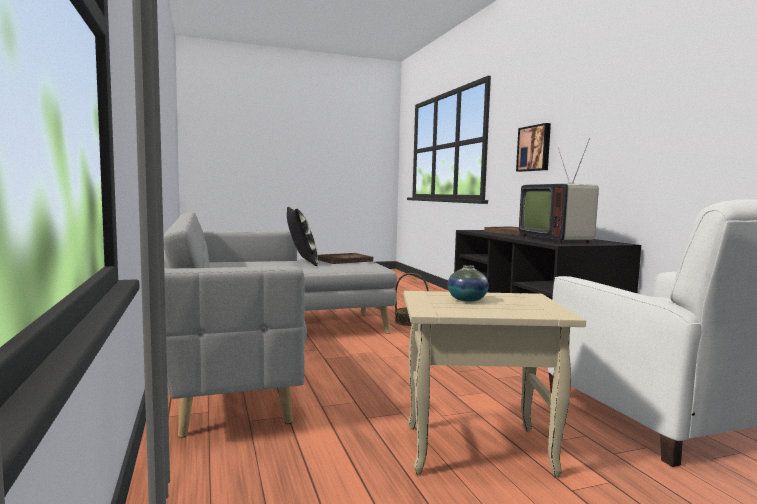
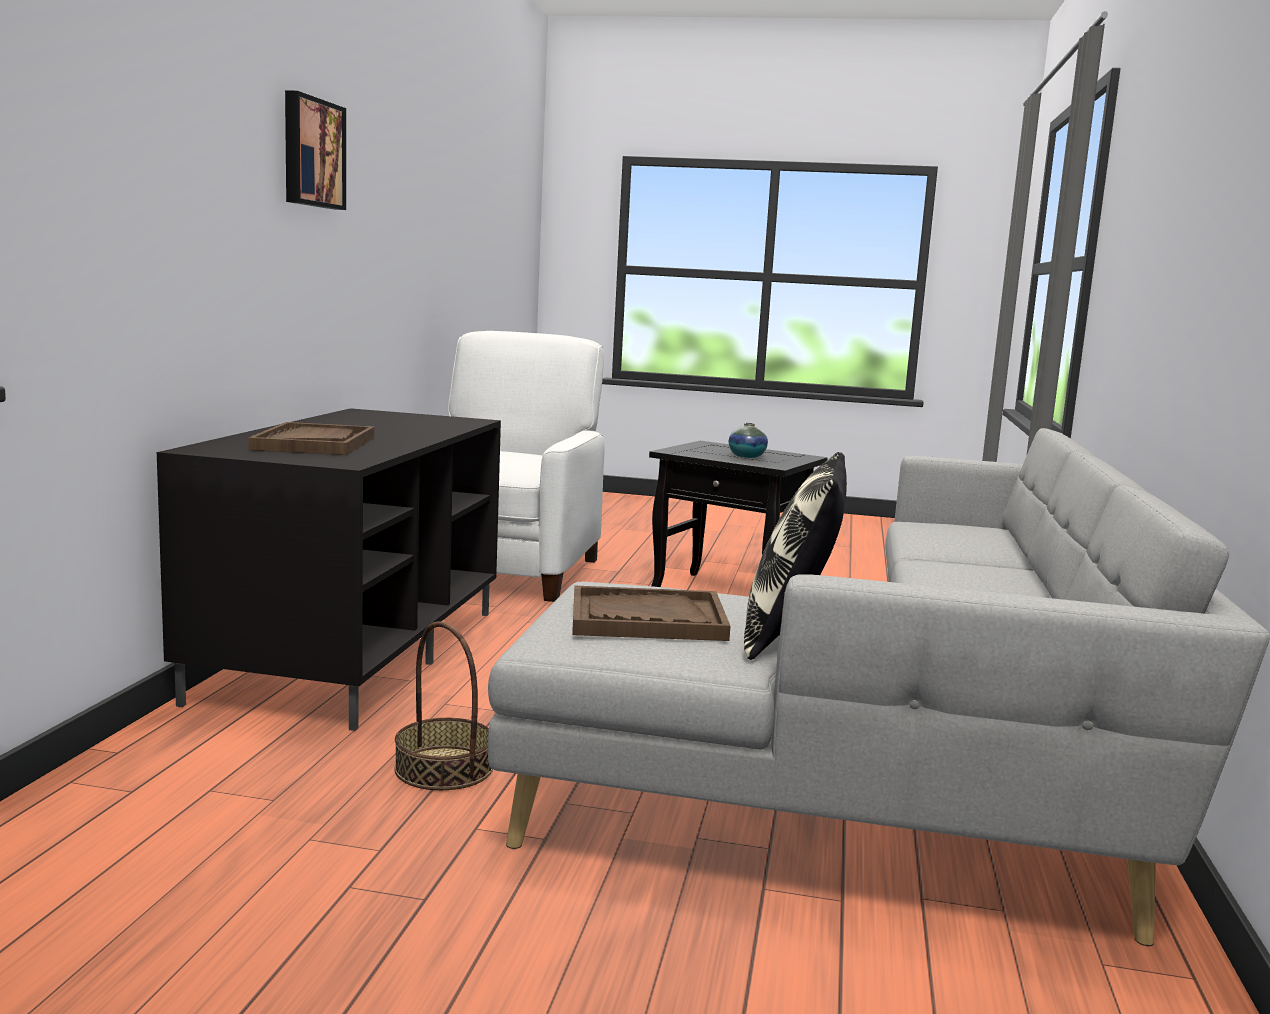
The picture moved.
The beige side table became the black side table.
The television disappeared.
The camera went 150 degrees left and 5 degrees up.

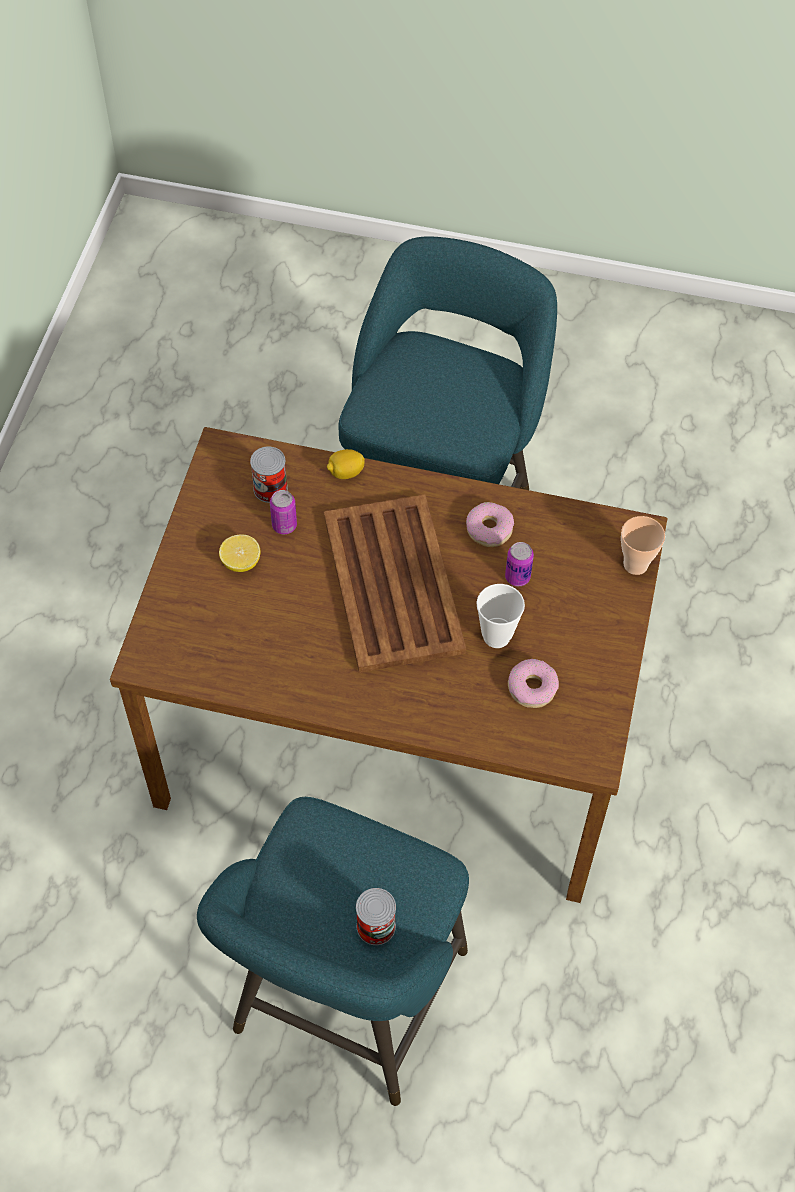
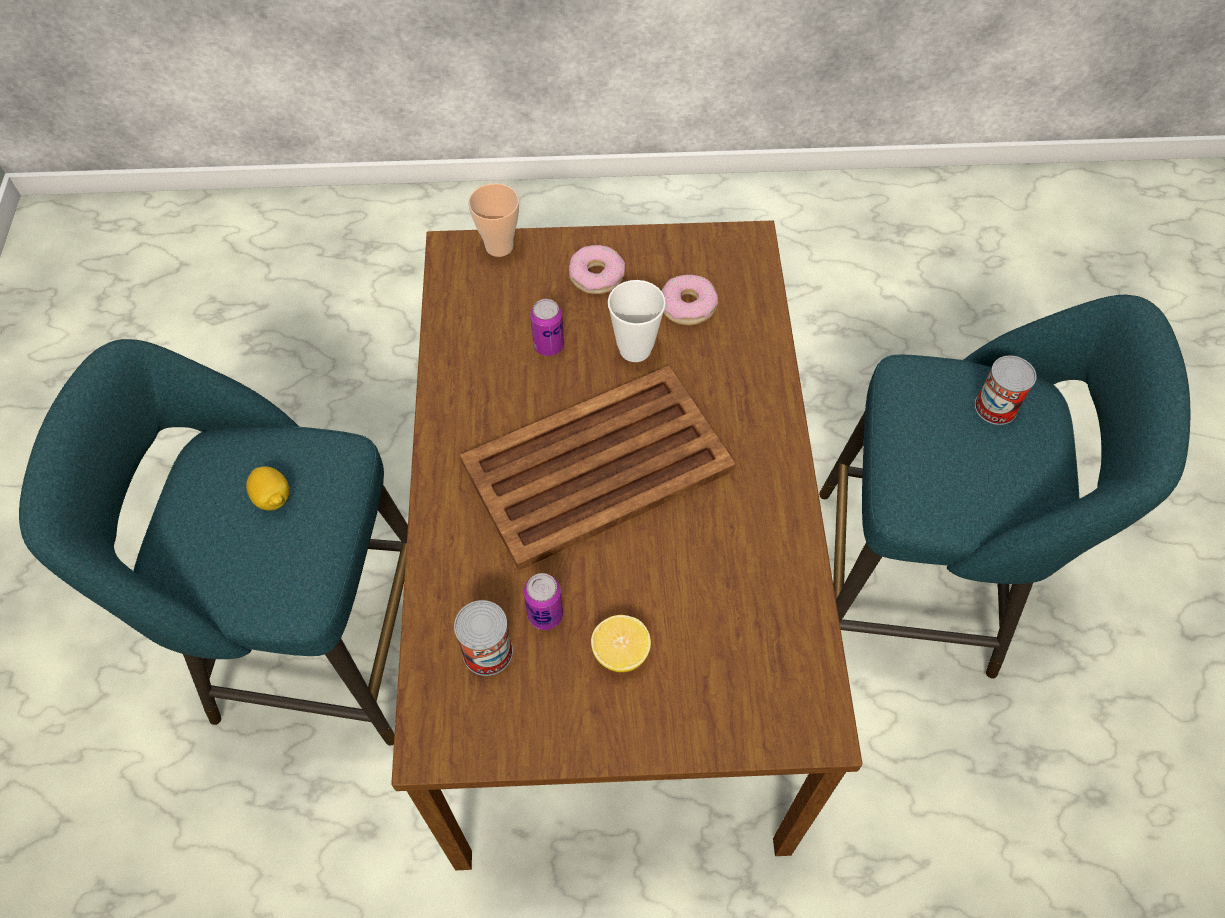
The lemon (2nd from left in the first image) moved.
The donut (1st from left) moved.
The camera went 105 degrees left and 0 degrees up.

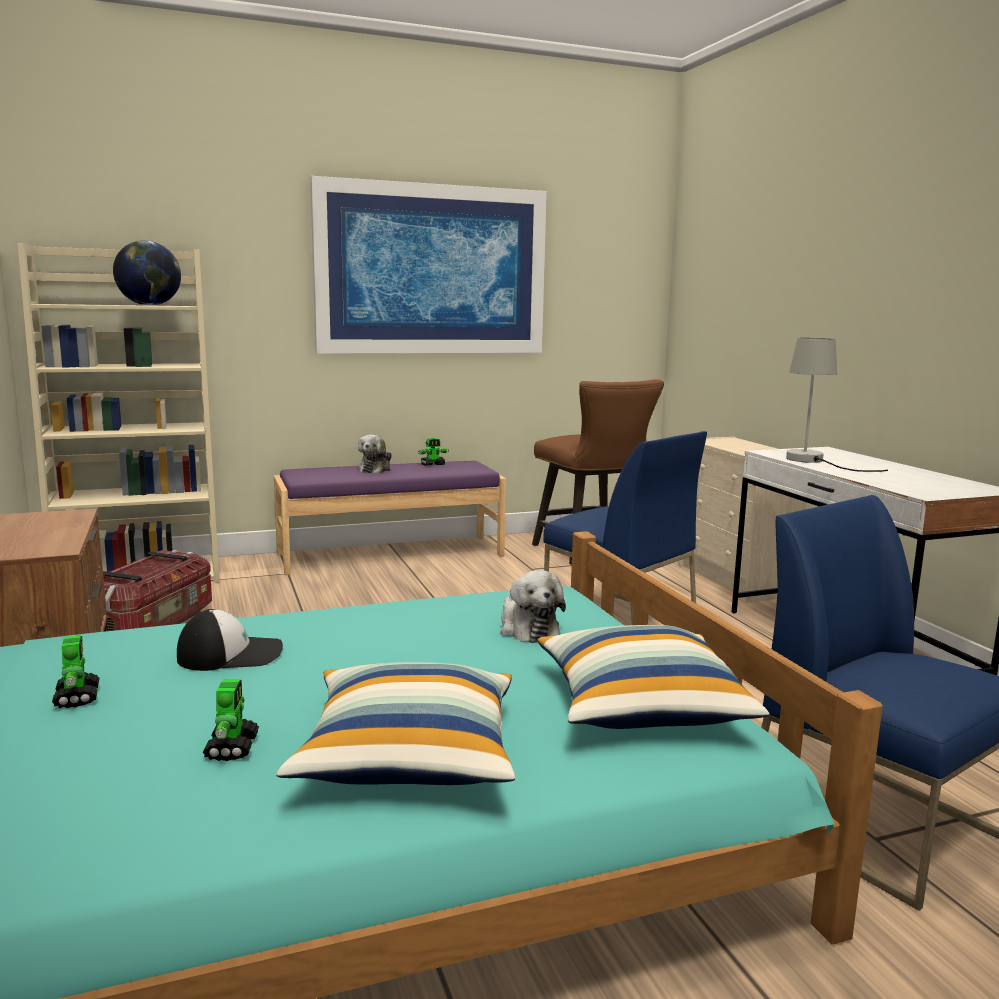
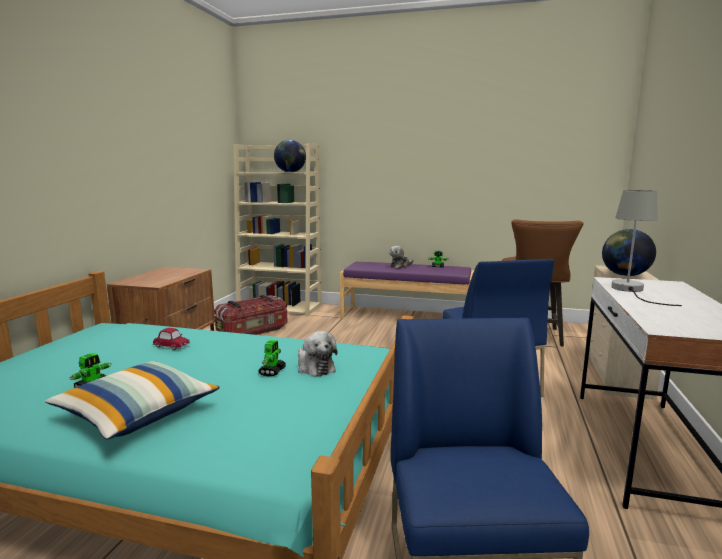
The cap was replaced by the toy car.
The toy robot (1st from left in the first image) moved.
The plush toy (2nd from left in the first image) turned 45 degrees counterclockwise.
The globe (2nd from left) appeared.
The picture disappeared.
The pillow (2nd from left) disappeared.
The camera went 35 degrees right and 0 degrees up.

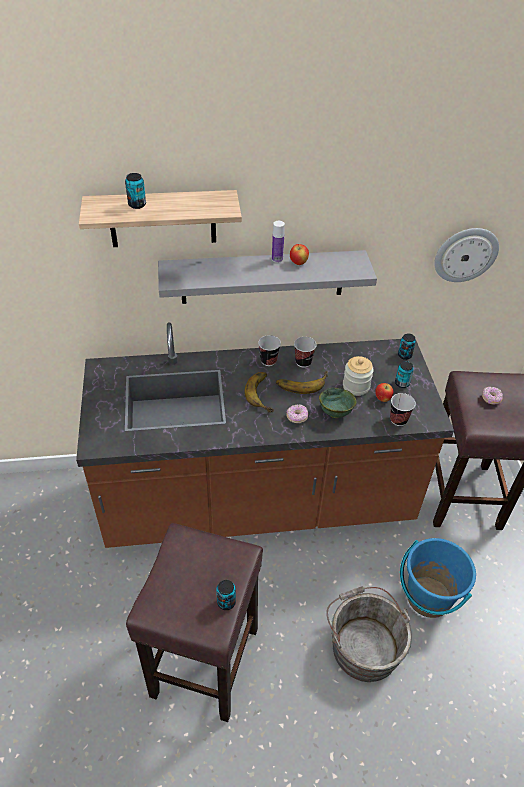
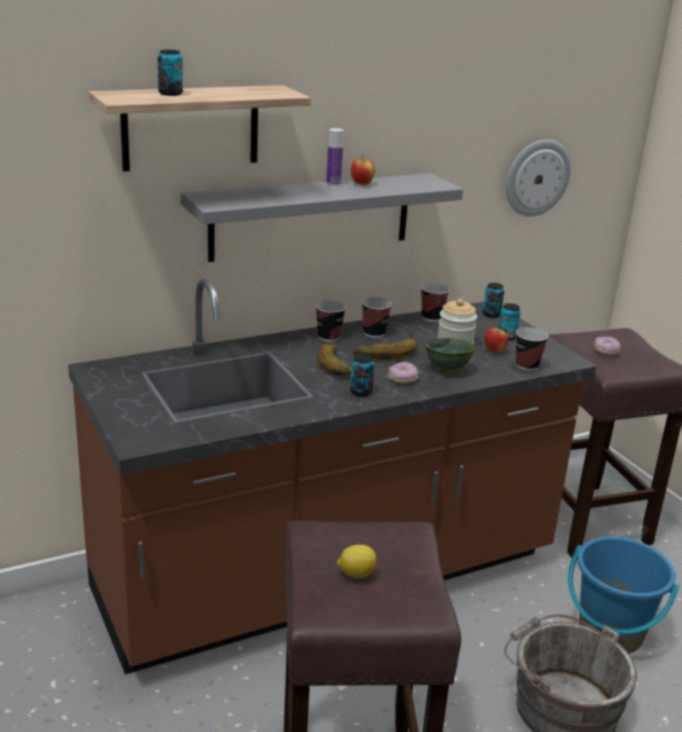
The lemon appeared.
The can (2nd from left) moved.
The cup (3rd from left) appeared.
The camera went 20 degrees left and 20 degrees down.

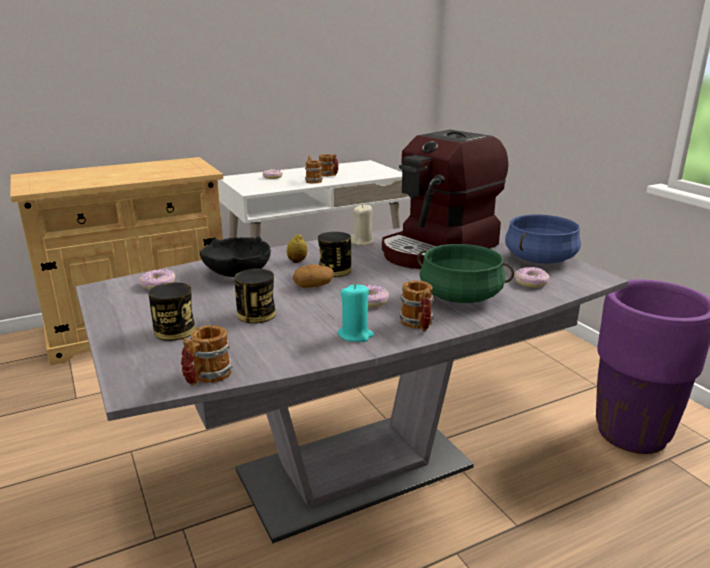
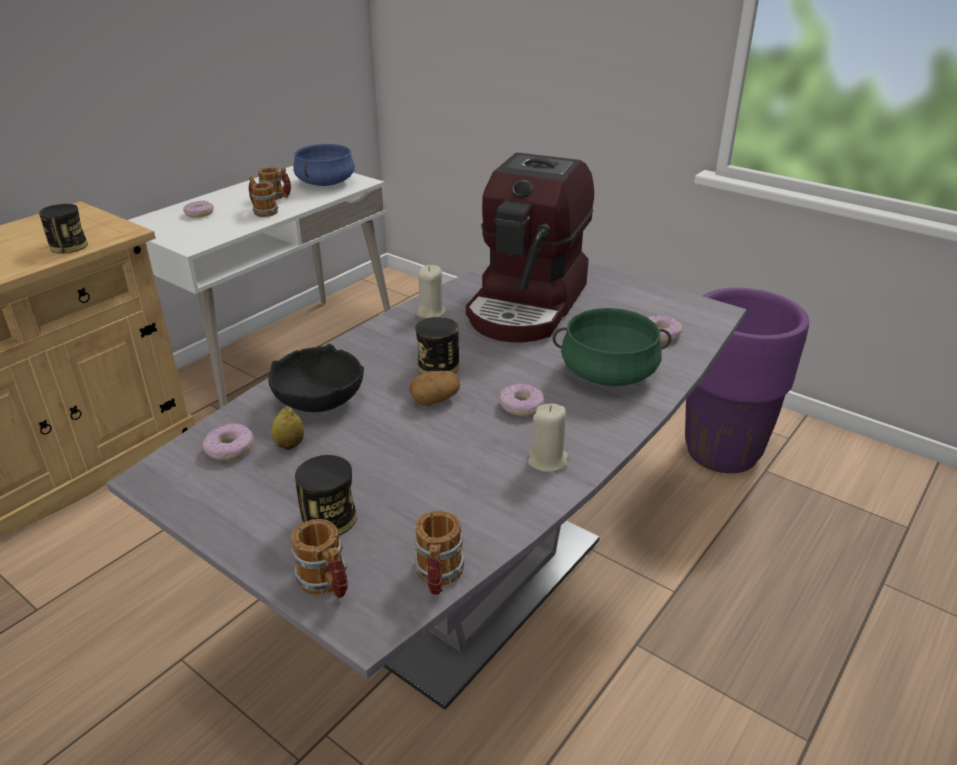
The can (2nd from left in the first image) moved.
The lemon moved.
The mug (4th from left in the first image) moved.
The blue cooking pot moved.
The turquoise candle became the beige candle (2nd from left).
The camera went 25 degrees left and 10 degrees up.

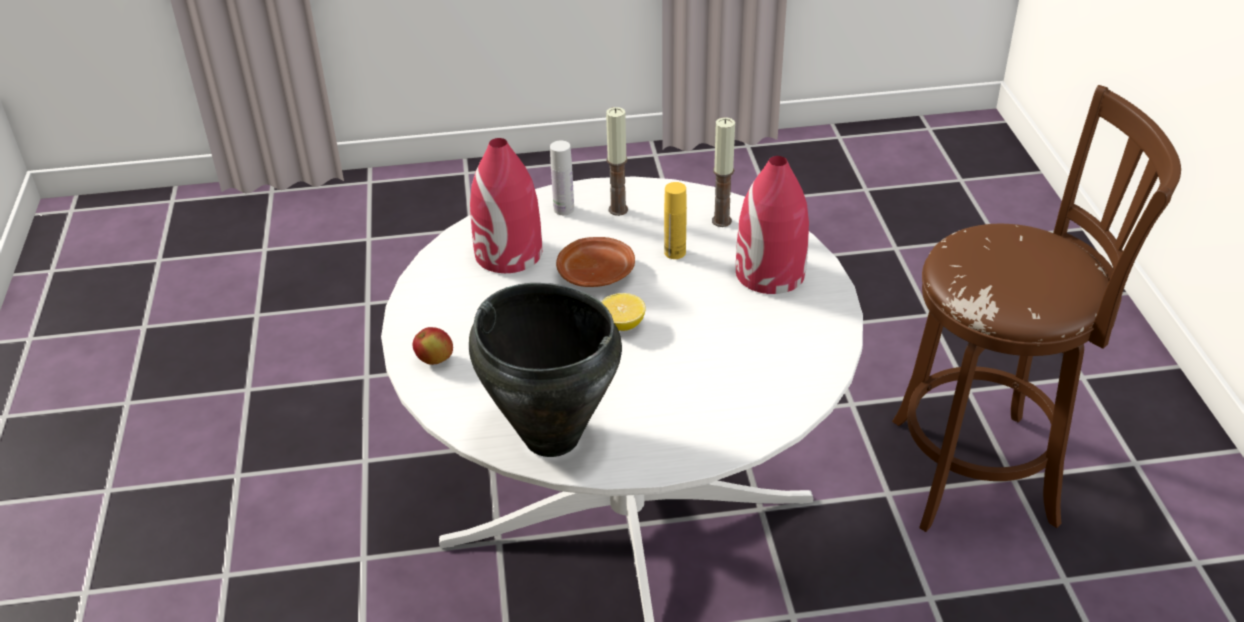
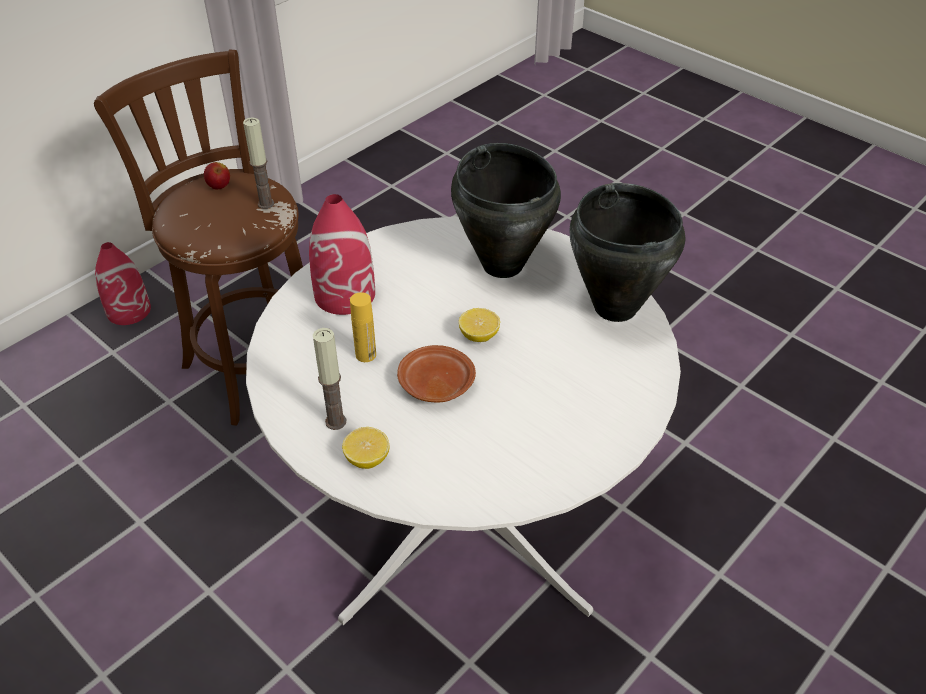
The red vase (1st from left) moved.
The apple moved.
The candle (2nd from left in the first image) moved.
The white bottle was replaced by the lemon (1st from left).
The black cooking pot (1st from left) appeared.
The camera went 130 degrees left and 5 degrees up.

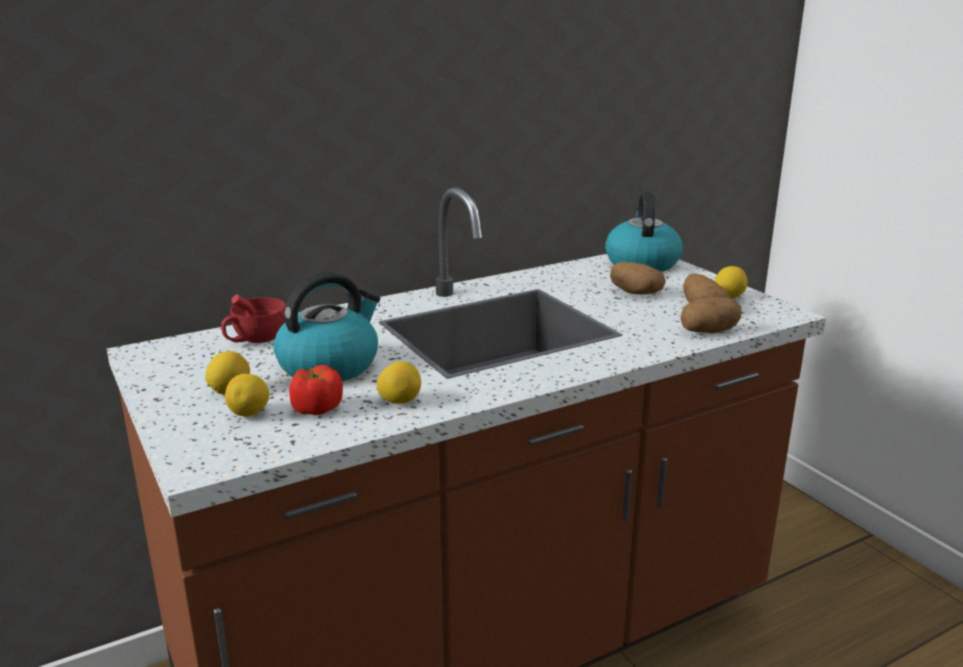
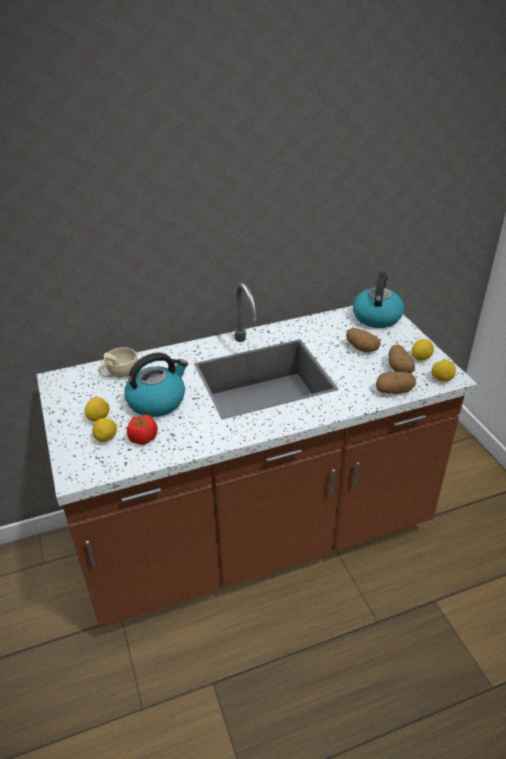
The red cup became the beige cup.
The lemon (3rd from left in the first image) moved.
The camera went 10 degrees right and 15 degrees up.

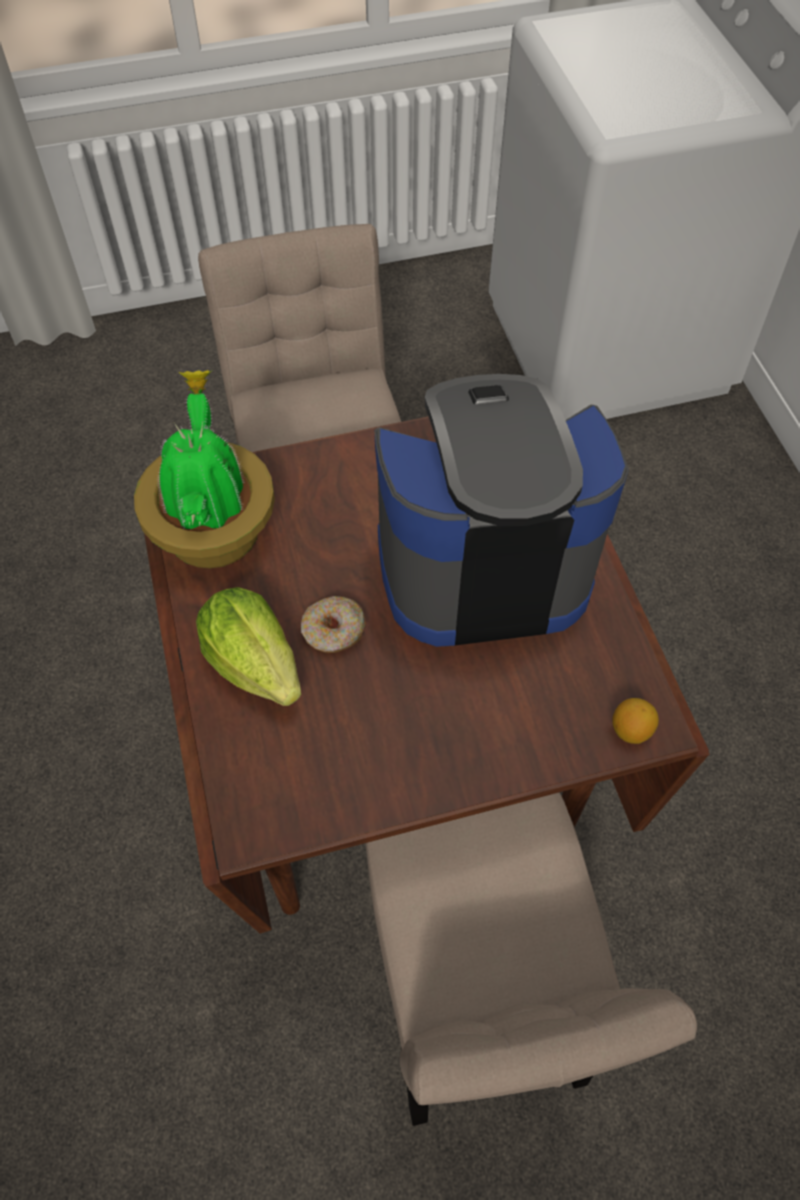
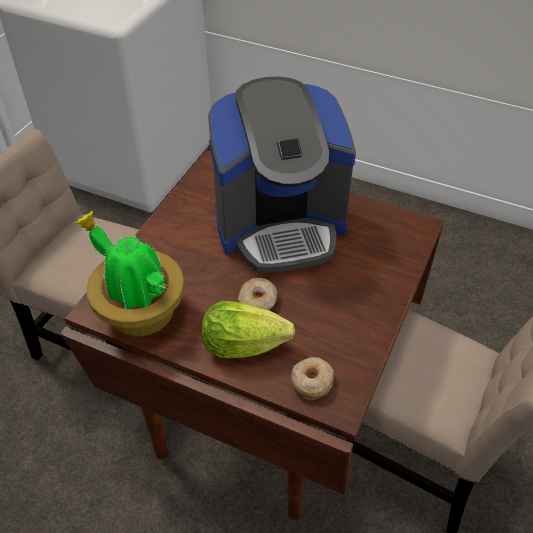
The coffee machine turned 135 degrees counterclockwise.
The donut (2nd from left) appeared.
The lemon disappeared.
The camera went 50 degrees left and 10 degrees down.

